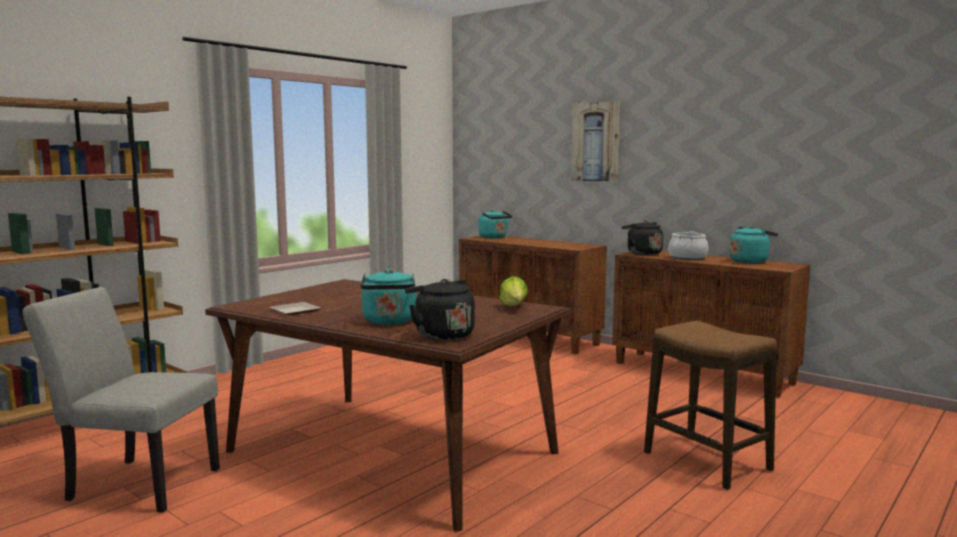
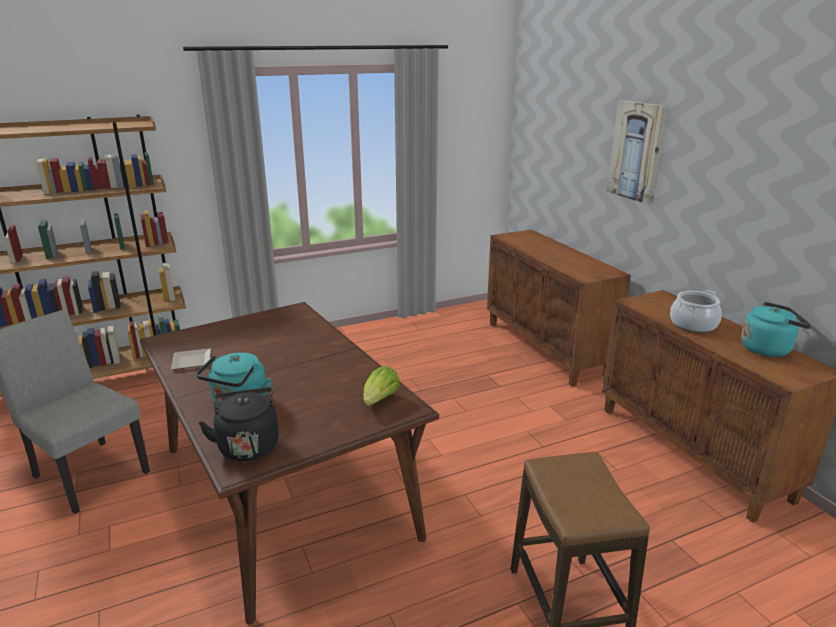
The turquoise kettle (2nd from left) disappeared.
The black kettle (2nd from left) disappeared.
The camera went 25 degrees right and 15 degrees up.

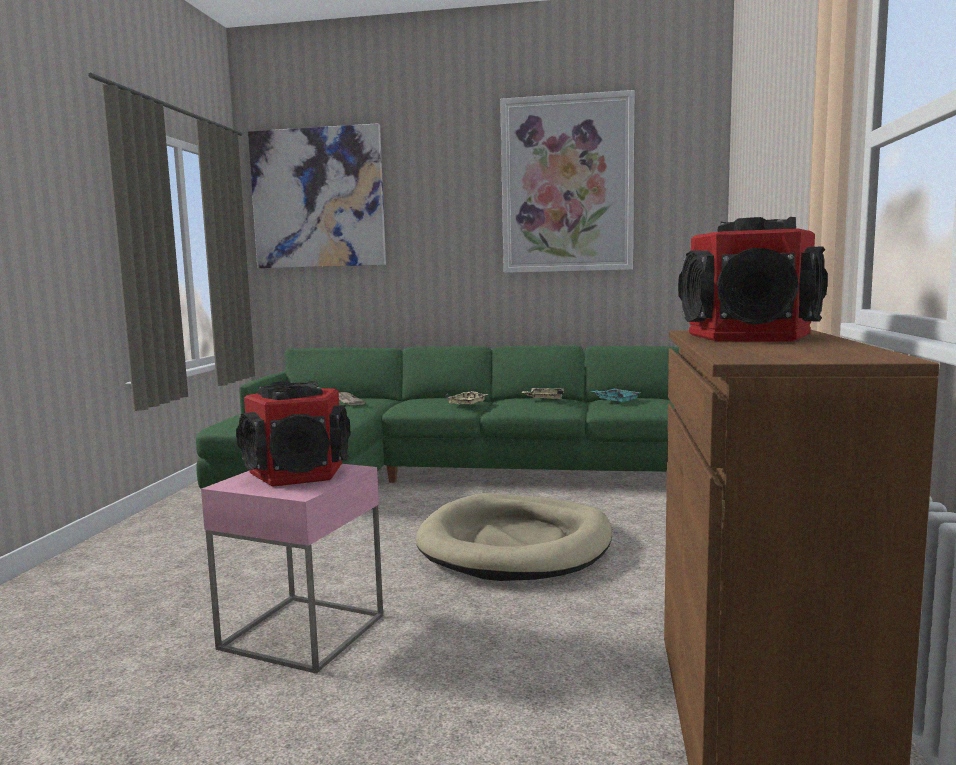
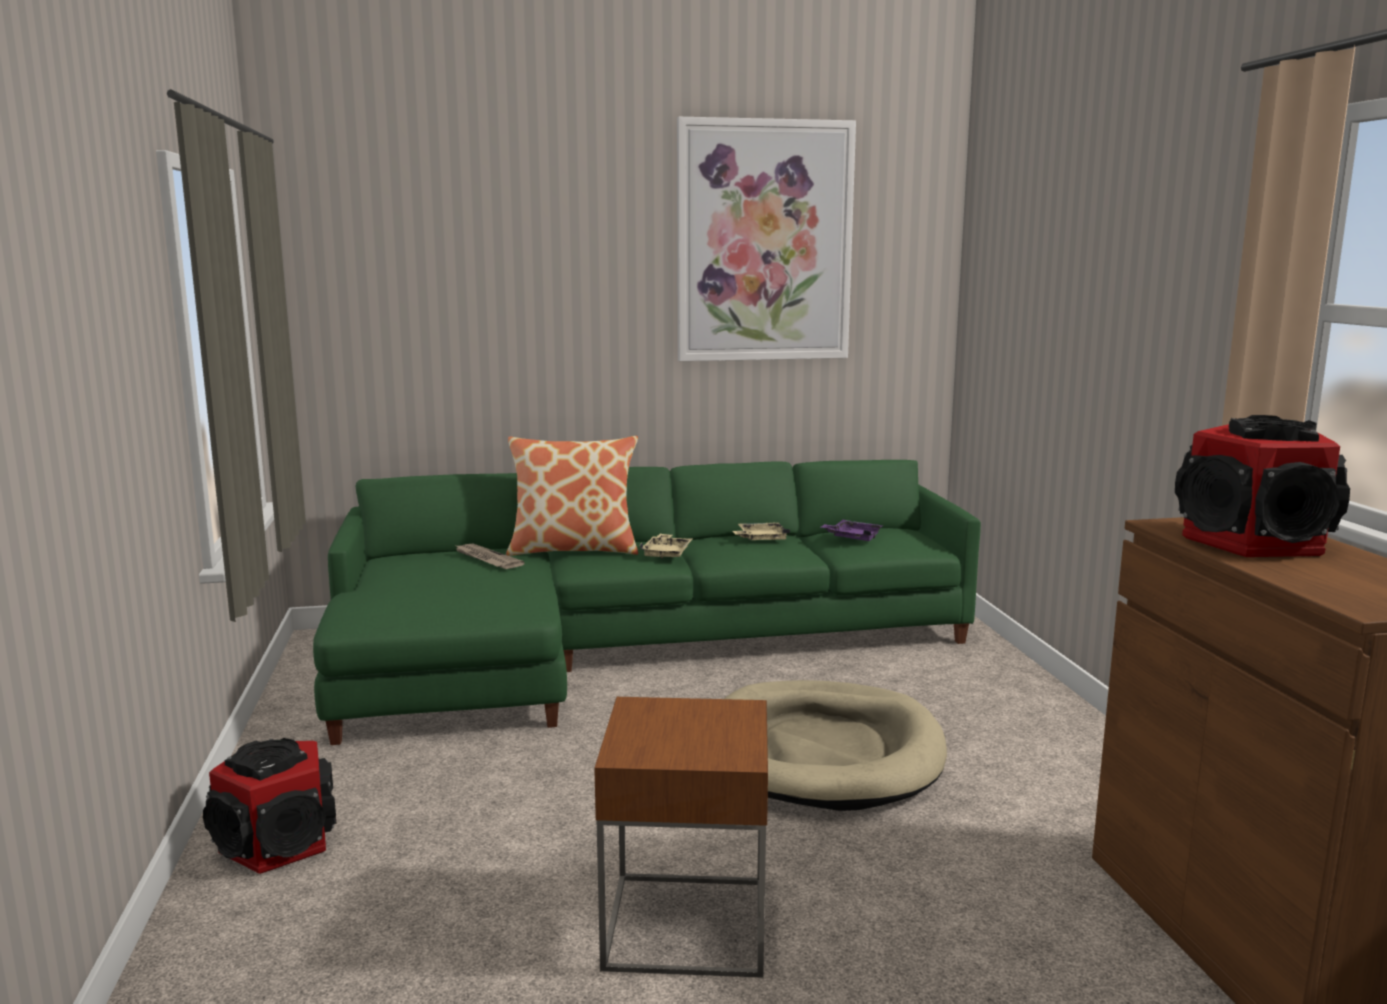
The speaker (1st from left) moved.
The pillow appeared.
The pink side table became the brown side table.
The turquoise tray became the purple tray.
The picture (1st from left) disappeared.
The camera went 20 degrees left and 5 degrees up.

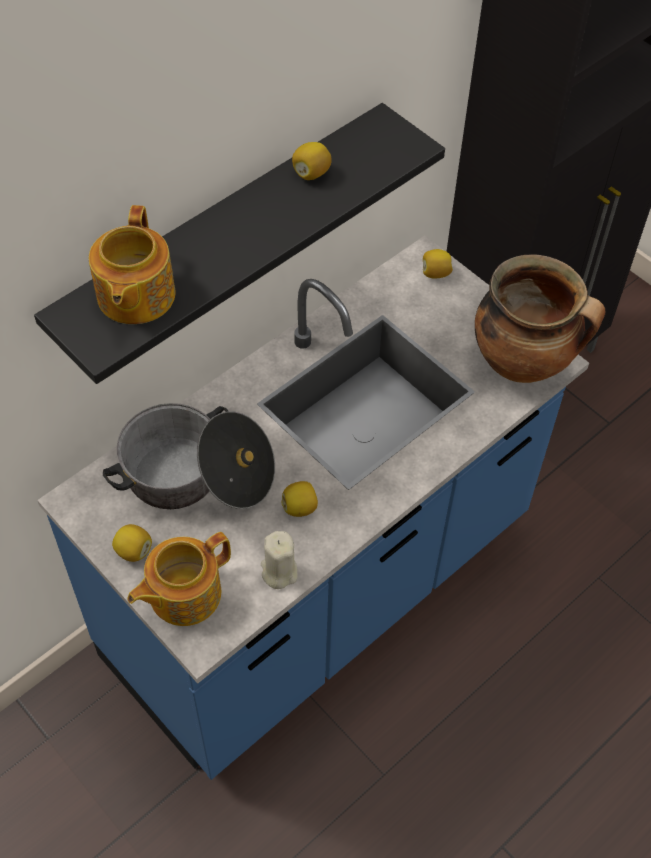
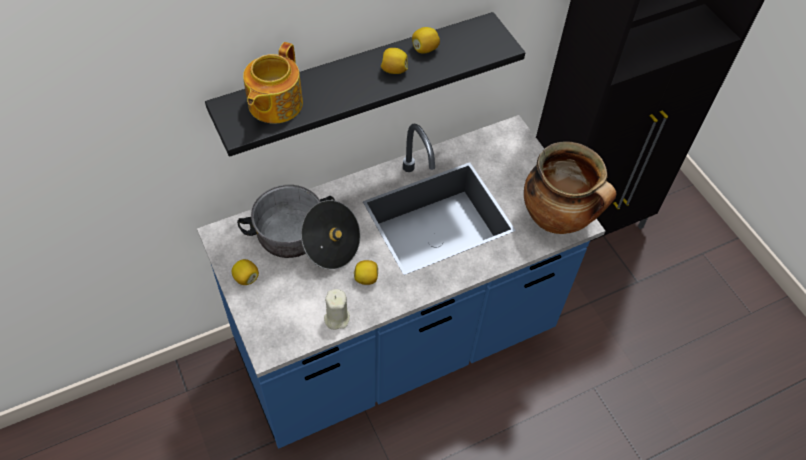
The lemon (4th from left in the first image) moved.
The teapot (2nd from left) disappeared.
The camera went 15 degrees right and 0 degrees up.

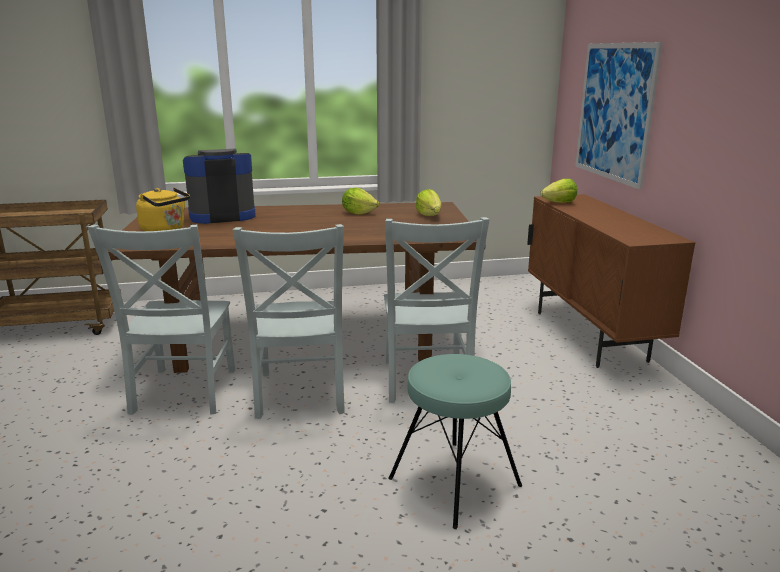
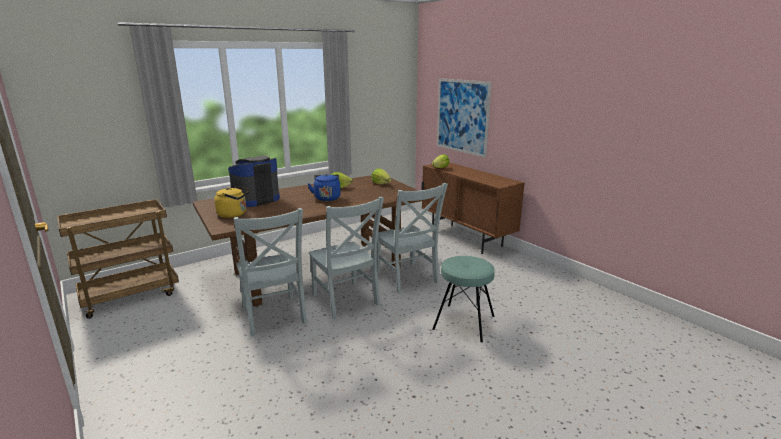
The blue kettle appeared.
The camera went 25 degrees left and 0 degrees up.

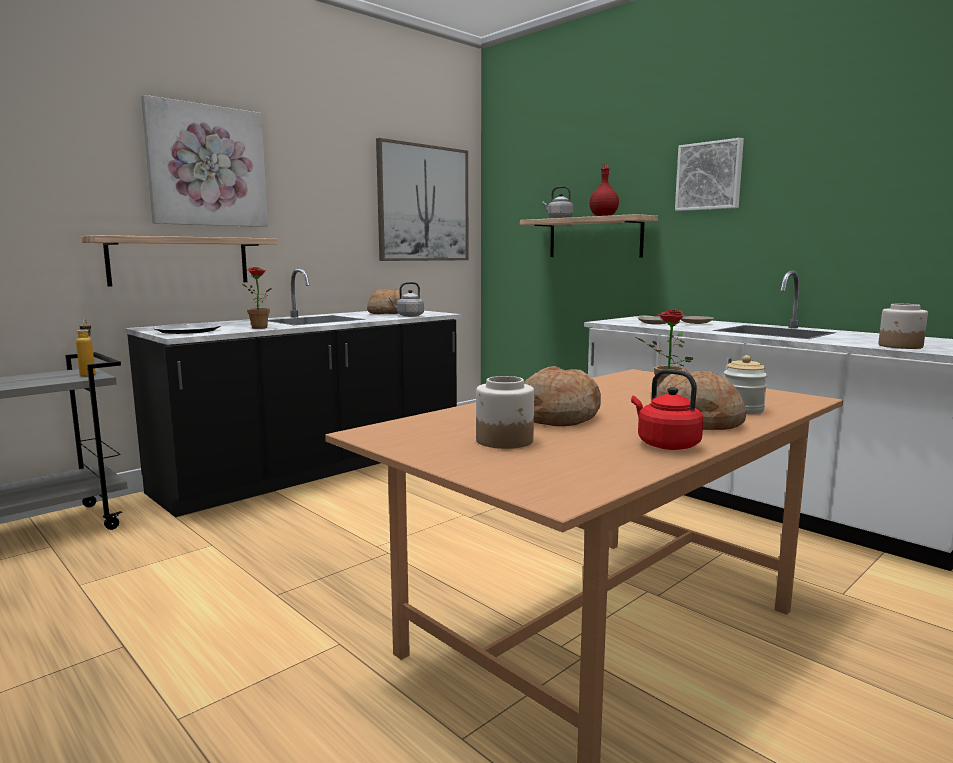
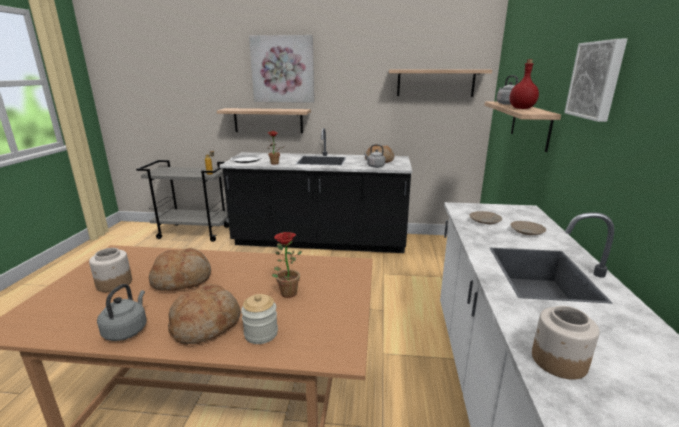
The red kettle became the grey kettle (1st from left).
The picture (2nd from left) was replaced by the shelf (2nd from left).
The camera went 50 degrees right and 10 degrees up.

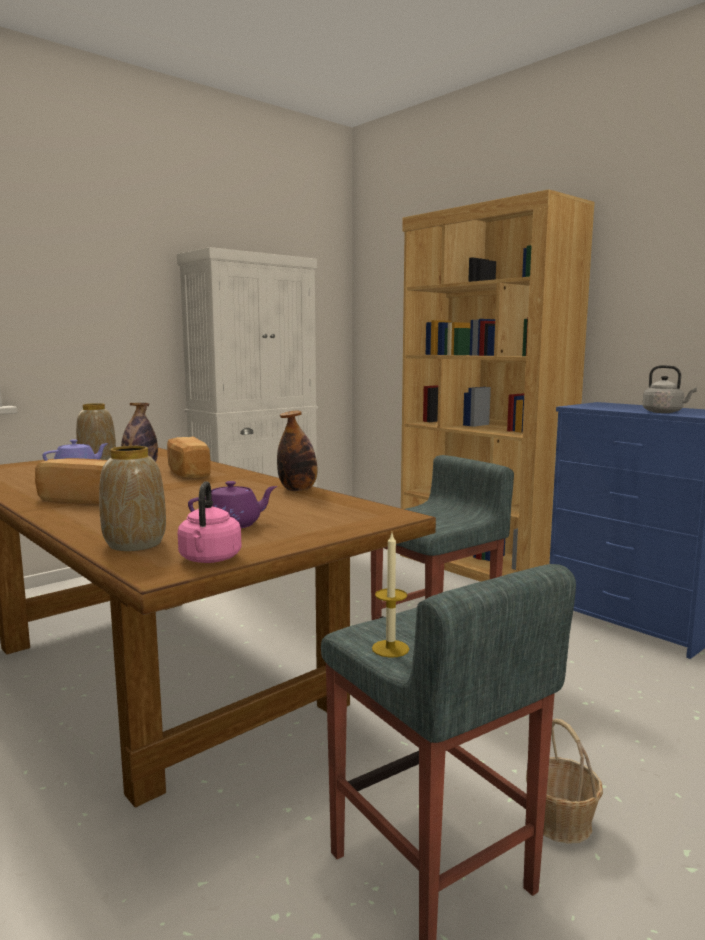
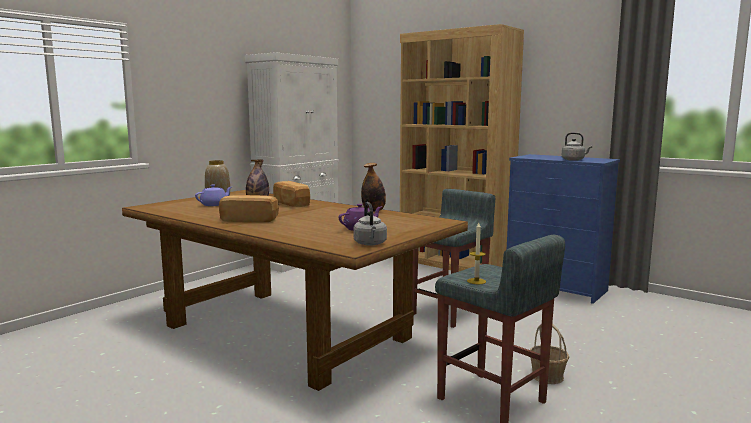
The pink kettle became the grey kettle (1st from left).
The vase (2nd from left) disappeared.
The camera went 10 degrees left and 0 degrees up.

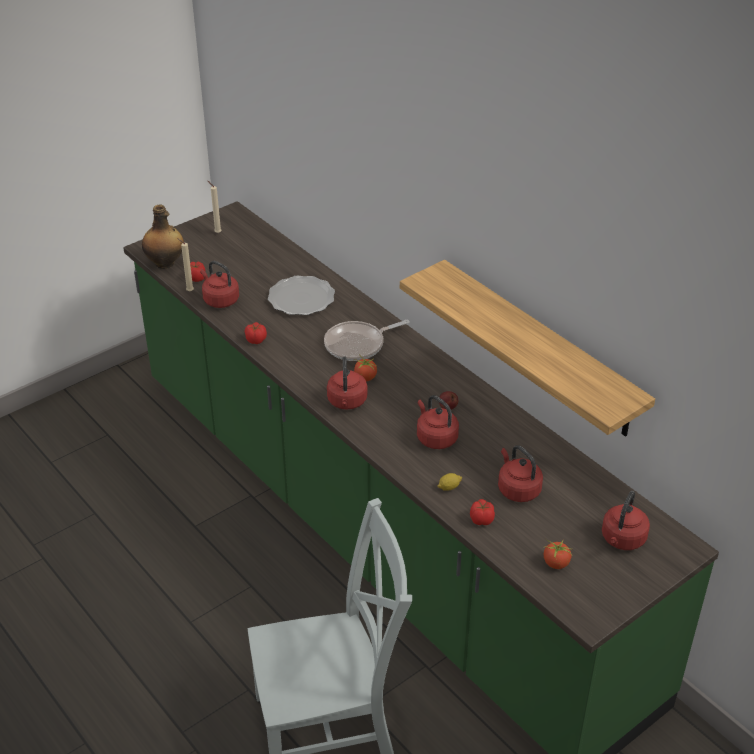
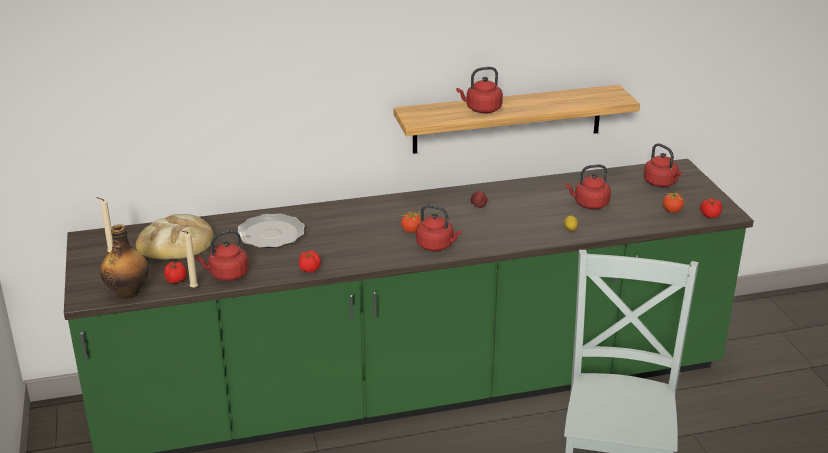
The bread appeared.
The red kettle (3rd from left) moved.
The tomato (4th from left in the first image) moved.
The frying pan disappeared.
The camera went 65 degrees left and 10 degrees down.

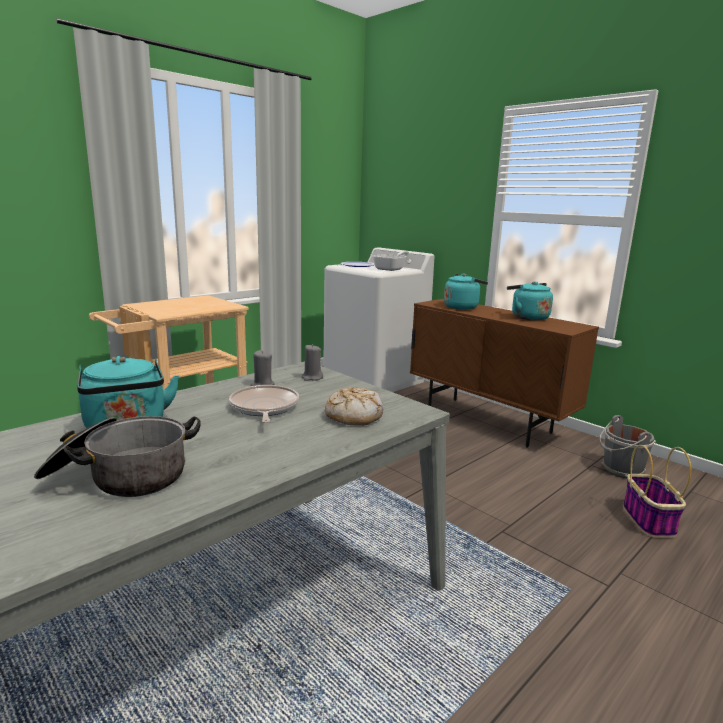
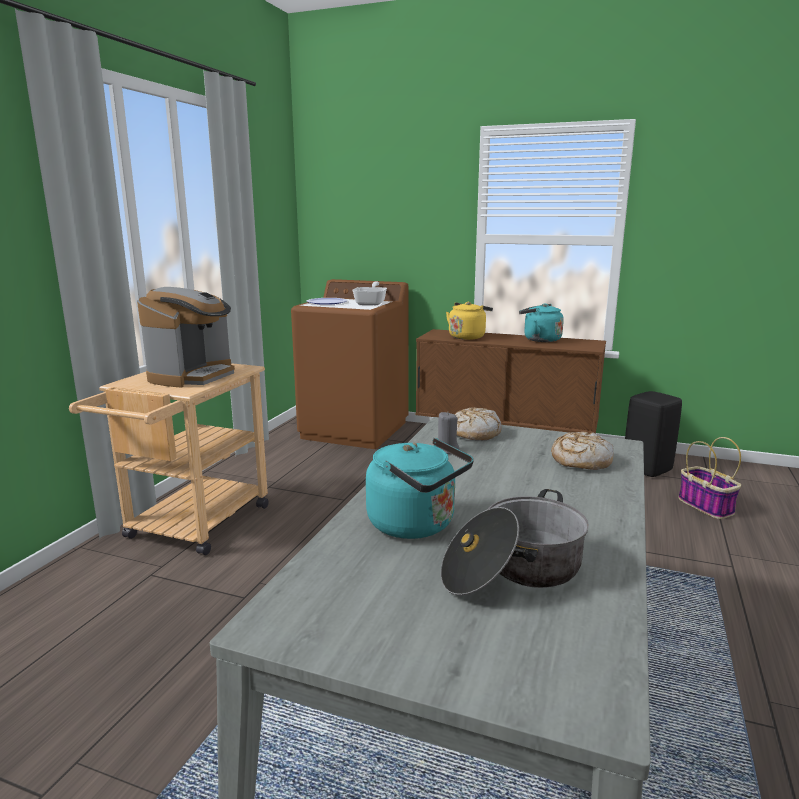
The coffee machine appeared.
The white washing machine became the brown washing machine.
The turquoise kettle (2nd from left) became the yellow kettle.
The grey candle (2nd from left) was replaced by the bread (1st from left).
The grey bucket was replaced by the black stool.
The frying pan (1st from left) disappeared.
The camera went 25 degrees left and 0 degrees up.

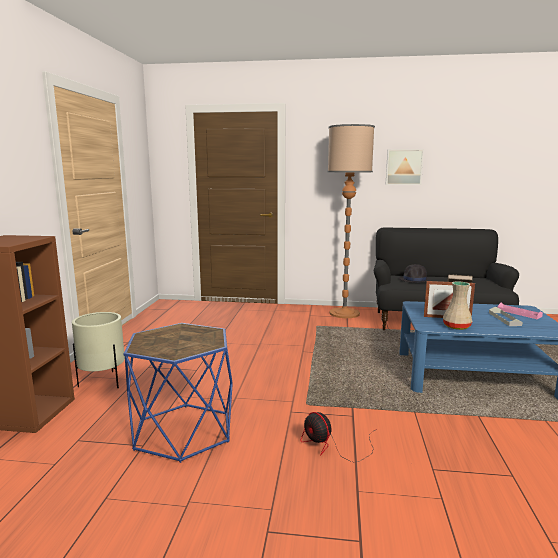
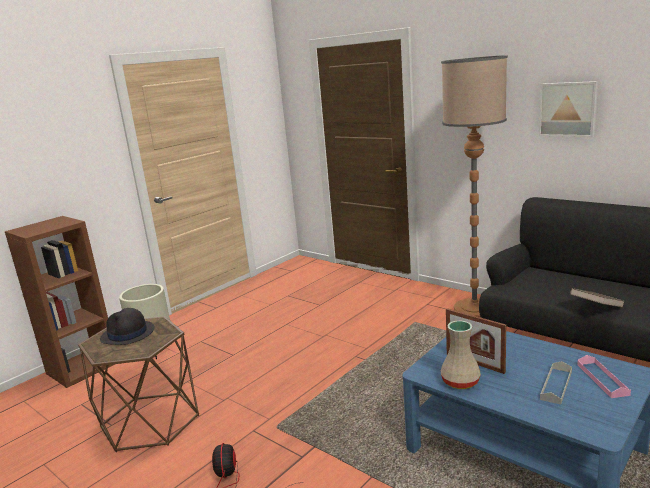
The blue side table became the brown side table.
The black hat moved.
The camera went 35 degrees right and 5 degrees up.

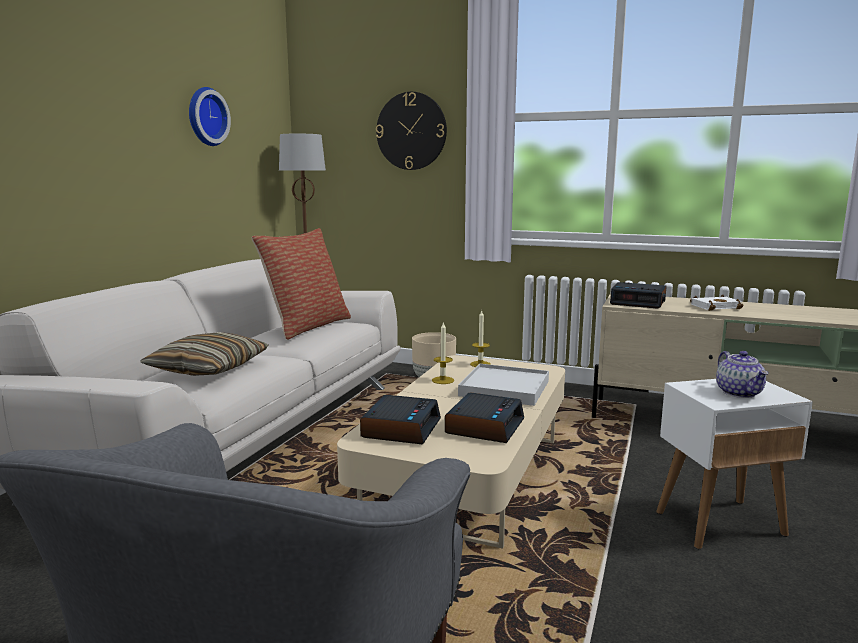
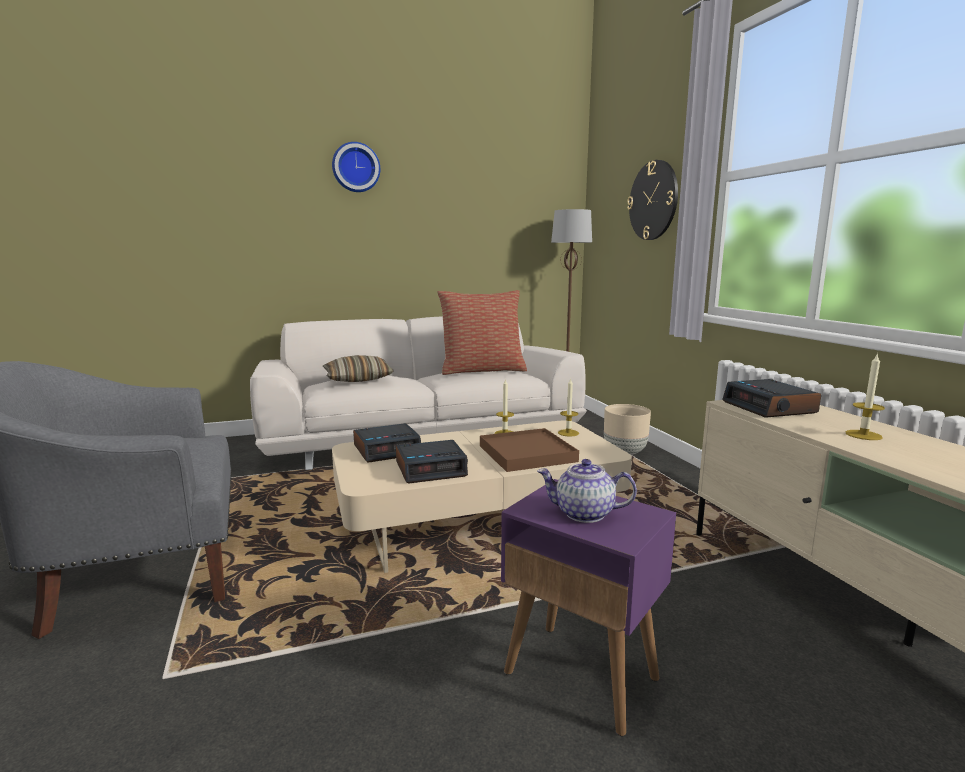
The wall clock (1st from left) moved.
The white tray became the brown tray.
The white side table became the purple side table.
The teapot turned 60 degrees clockwise.
The white book was replaced by the candle (3rd from left).
The camera went 50 degrees right and 0 degrees up.

